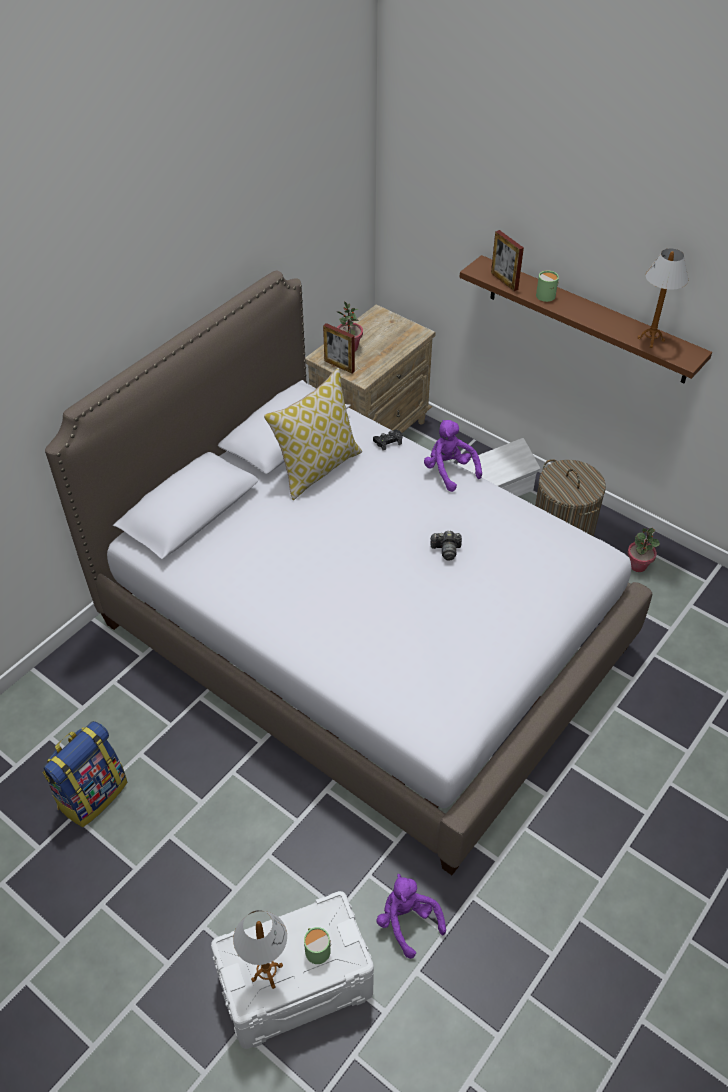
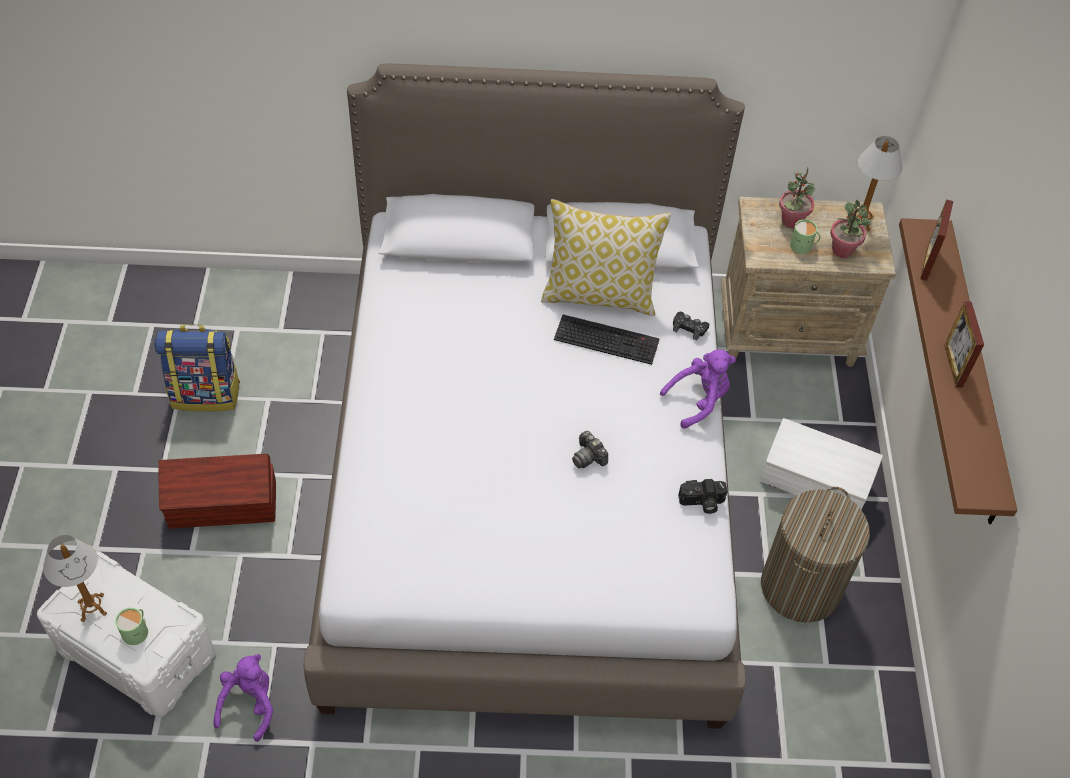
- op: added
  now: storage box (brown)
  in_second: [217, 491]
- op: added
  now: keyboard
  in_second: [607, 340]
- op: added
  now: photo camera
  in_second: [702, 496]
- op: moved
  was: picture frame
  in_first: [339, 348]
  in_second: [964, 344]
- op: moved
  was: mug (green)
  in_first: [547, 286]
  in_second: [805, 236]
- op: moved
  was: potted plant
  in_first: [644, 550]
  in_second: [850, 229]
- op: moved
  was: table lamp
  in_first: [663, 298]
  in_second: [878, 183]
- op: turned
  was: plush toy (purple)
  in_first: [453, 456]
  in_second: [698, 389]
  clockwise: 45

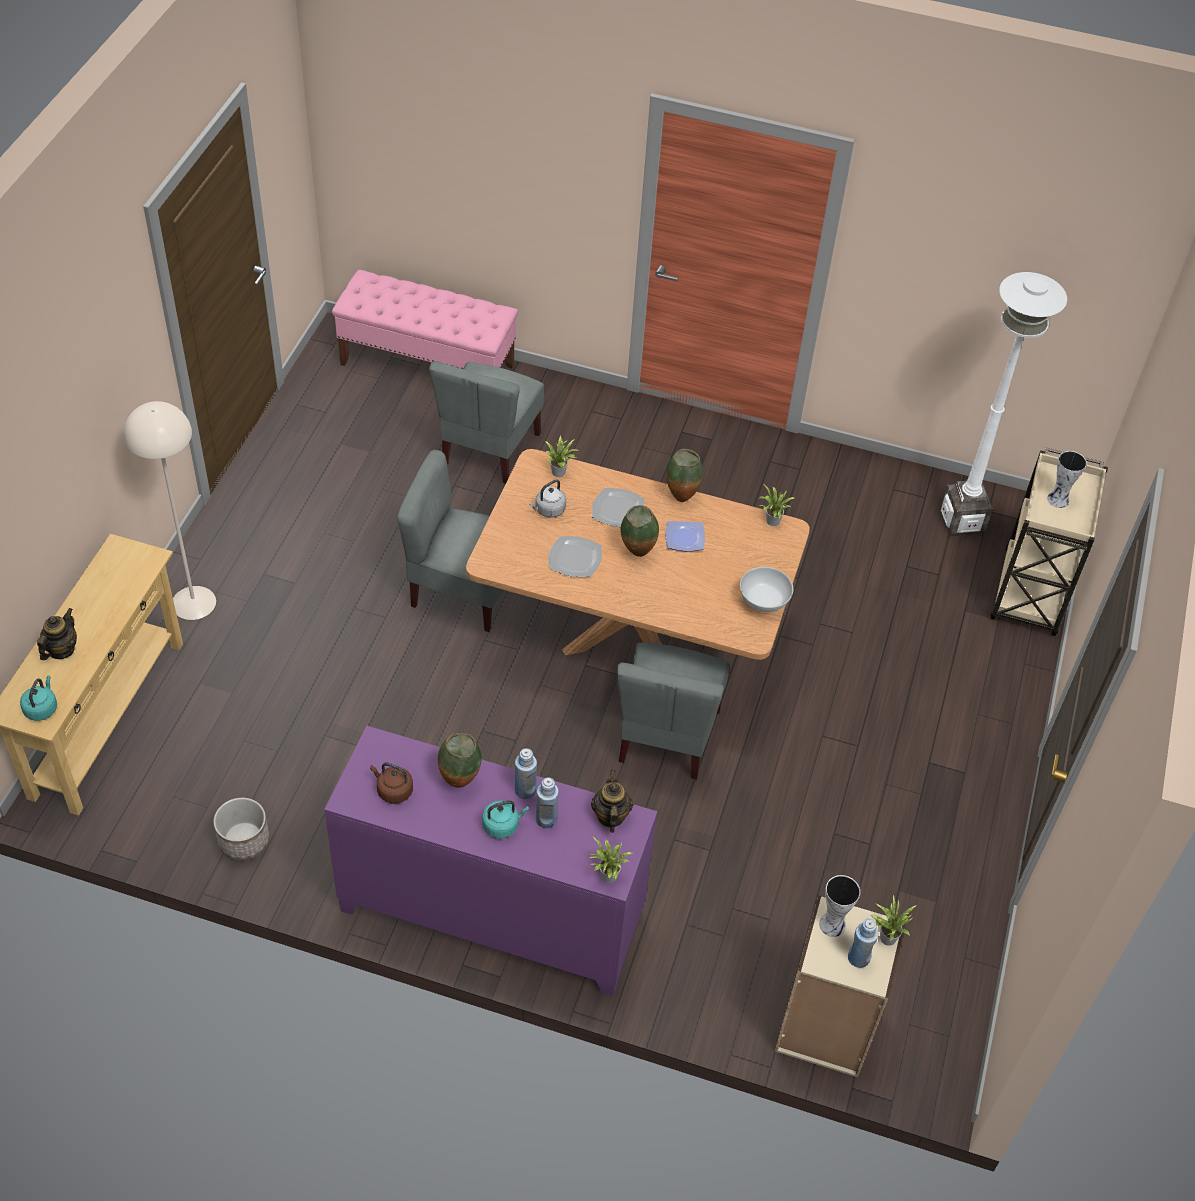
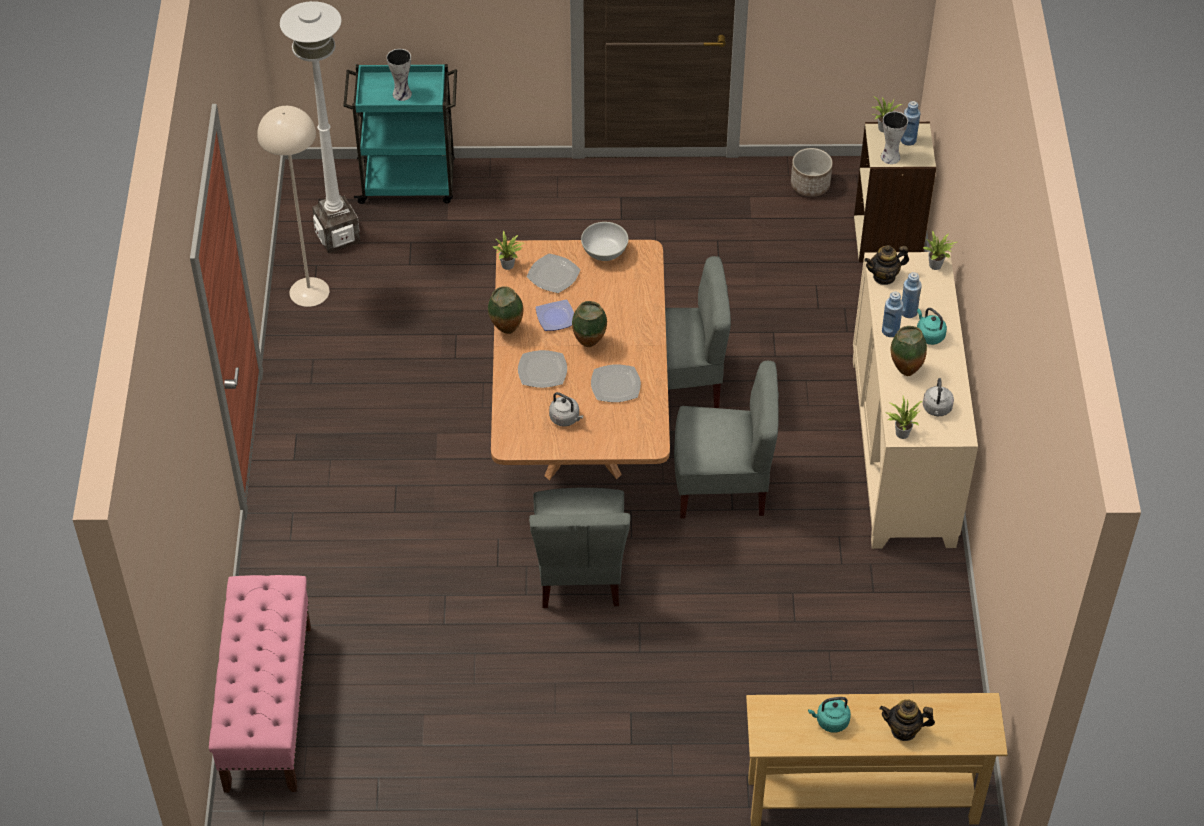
- op: added
  now: plate
  in_second: [554, 273]
- op: moved
  was: kettle (turquoise)
  in_first: [38, 698]
  in_second: [829, 715]
- op: moved
  was: floor lamp (beige)
  in_first: [170, 510]
  in_second: [293, 206]
- op: moved
  was: planter
  in_first: [241, 829]
  in_second: [812, 172]
- op: moved
  was: chair (grey)
  in_first: [486, 422]
  in_second: [726, 440]
- op: moved
  was: potted plant
  in_first: [561, 456]
  in_second: [904, 417]
- op: recoloured
  was: cabinet (purple)
  now: cabinet (beige)
  in_first: [490, 861]
  in_second: [915, 400]
- op: recoloured
  was: kettle (brown)
  now: kettle (grey)
  in_first: [391, 783]
  in_second: [938, 397]
- op: recoloured
  was: cart (beige)
  now: cart (turquoise)
  in_first: [1049, 541]
  in_second: [400, 134]

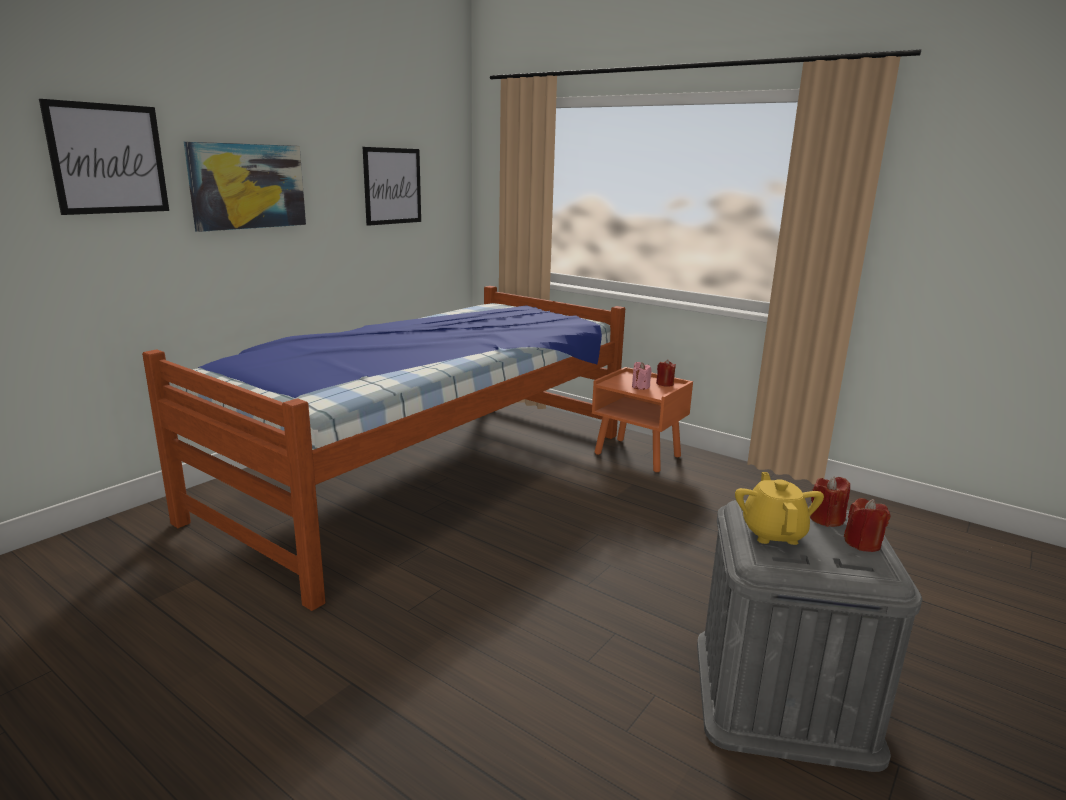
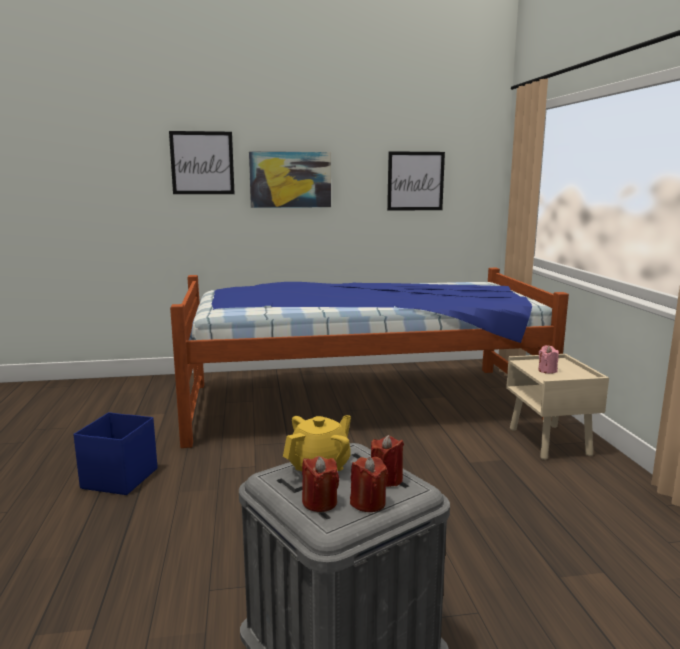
- op: added
  now: storage box (blue)
  in_second: [115, 453]
- op: moved
  was: candle (red)
  in_first: [666, 373]
  in_second: [320, 484]
- op: recoloured
  was: nightstand (orange)
  now: nightstand (beige)
  in_first: [642, 419]
  in_second: [557, 407]

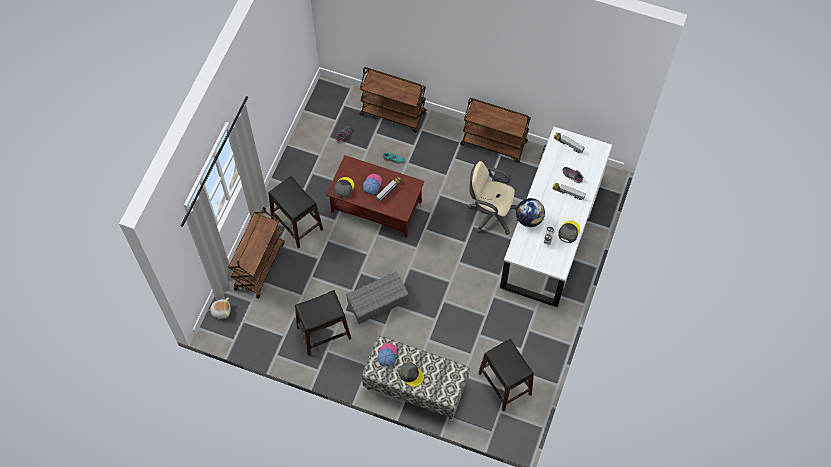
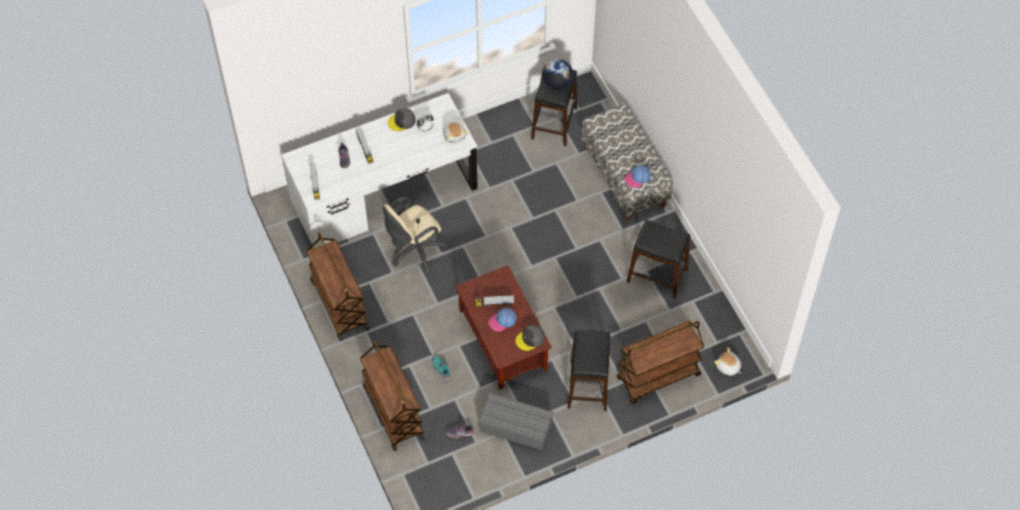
- op: removed
  was: cap (grey)
  in_first: [411, 374]
- op: added
  now: plush toy
  in_second: [455, 132]
- op: moved
  was: storage box (grey)
  in_first: [377, 297]
  in_second: [516, 421]
- op: moved
  was: globe
  in_first: [530, 212]
  in_second: [557, 74]
- op: turned
  was: office chair (beige)
  in_first: [492, 198]
  in_second: [416, 235]
  clockwise: 75

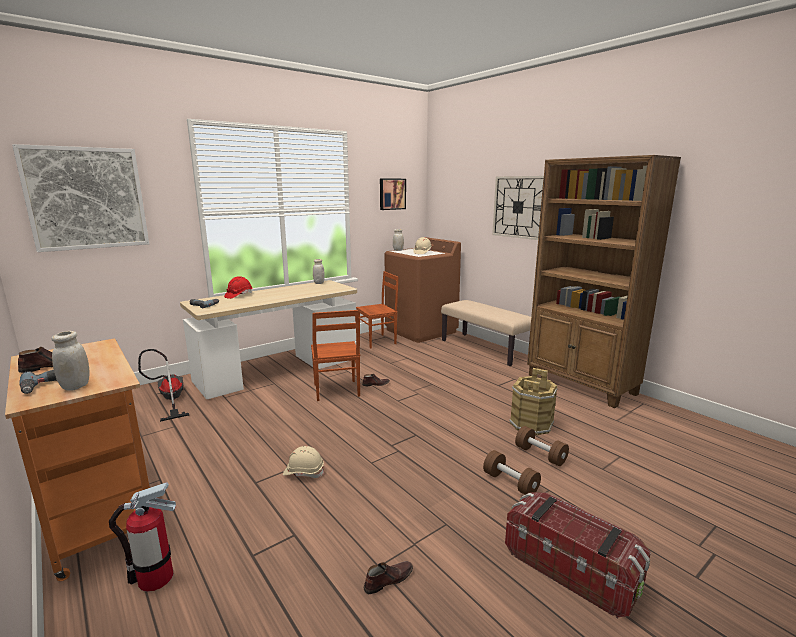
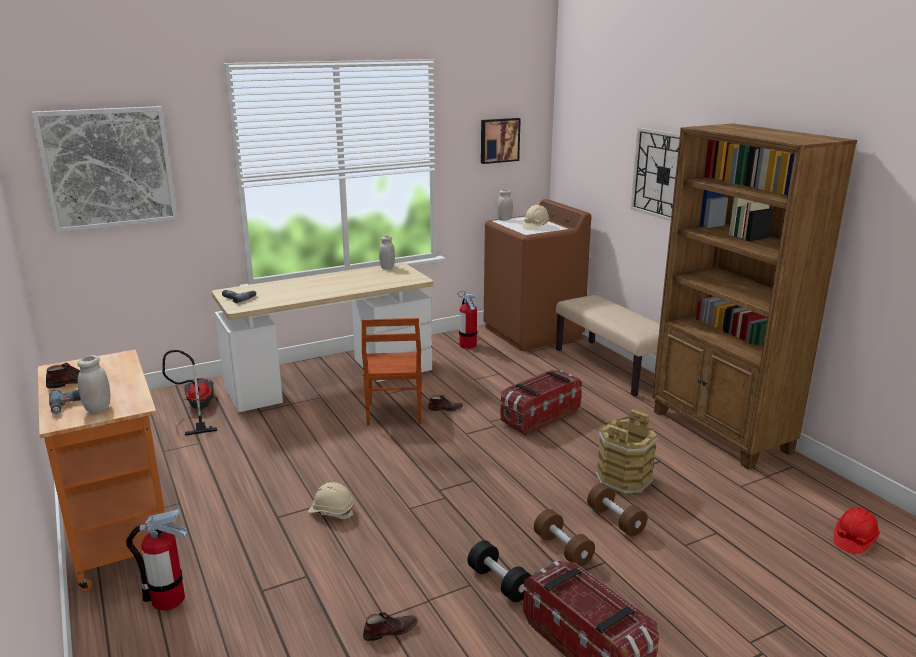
- op: added
  now: dumbbell (black)
  in_second: [500, 571]
- op: added
  now: storage box
  in_second: [541, 403]
- op: moved
  was: hard hat (red)
  in_first: [238, 287]
  in_second: [856, 530]
- op: replaced
  was: chair (brown)
  now: fire extinguisher
  in_first: [377, 310]
  in_second: [467, 320]

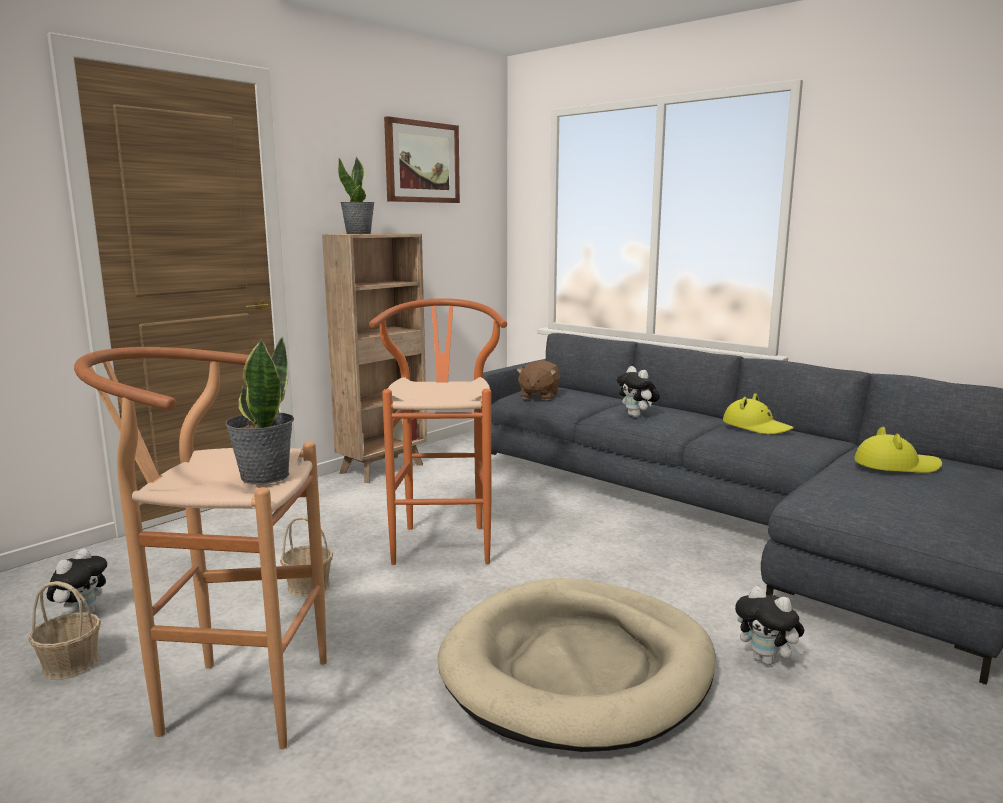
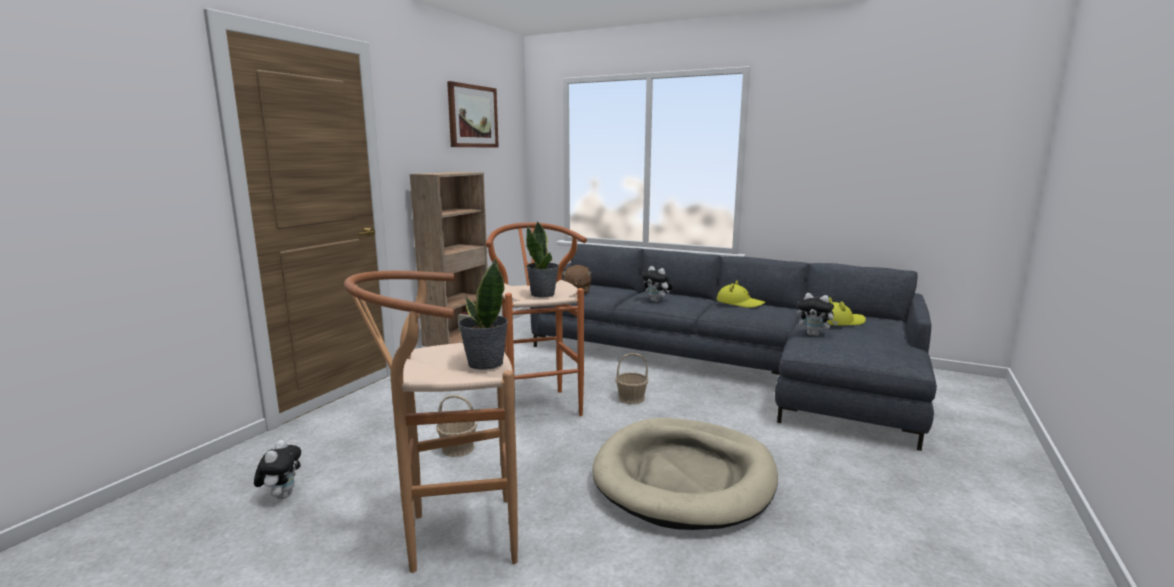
- op: moved
  was: basket
  in_first: [64, 630]
  in_second: [632, 378]
- op: moved
  was: potted plant
  in_first: [356, 195]
  in_second: [542, 259]
- op: moved
  was: plush toy
  in_first: [770, 625]
  in_second: [817, 314]

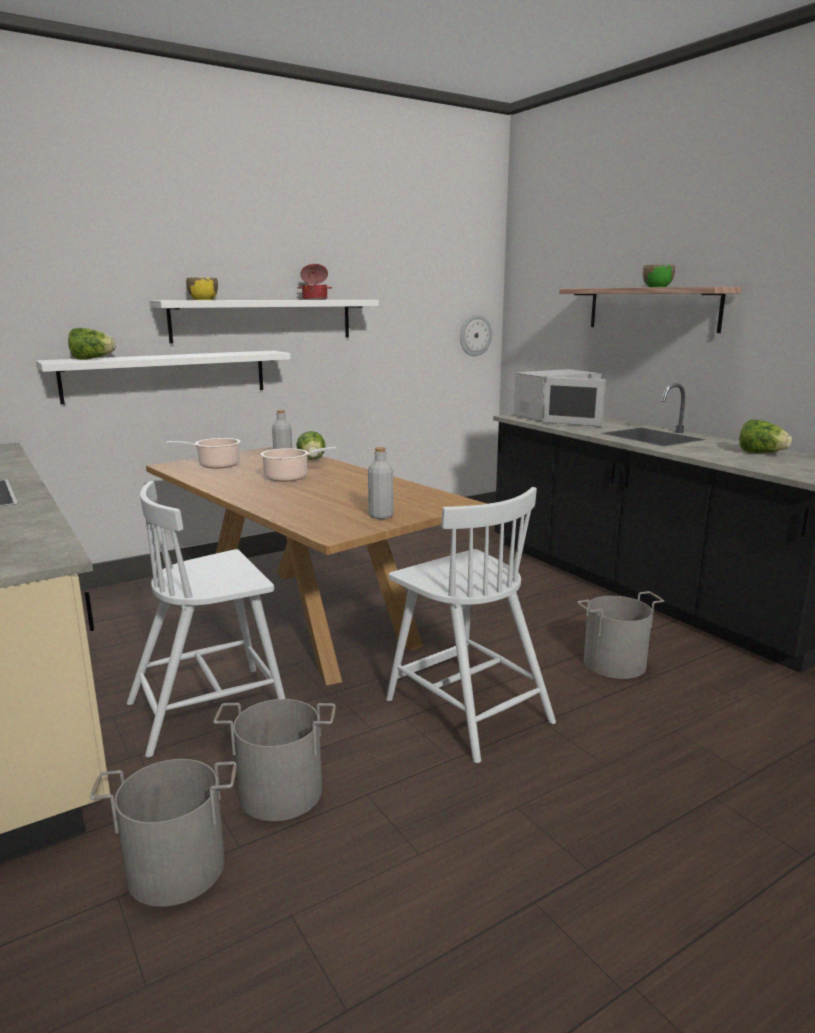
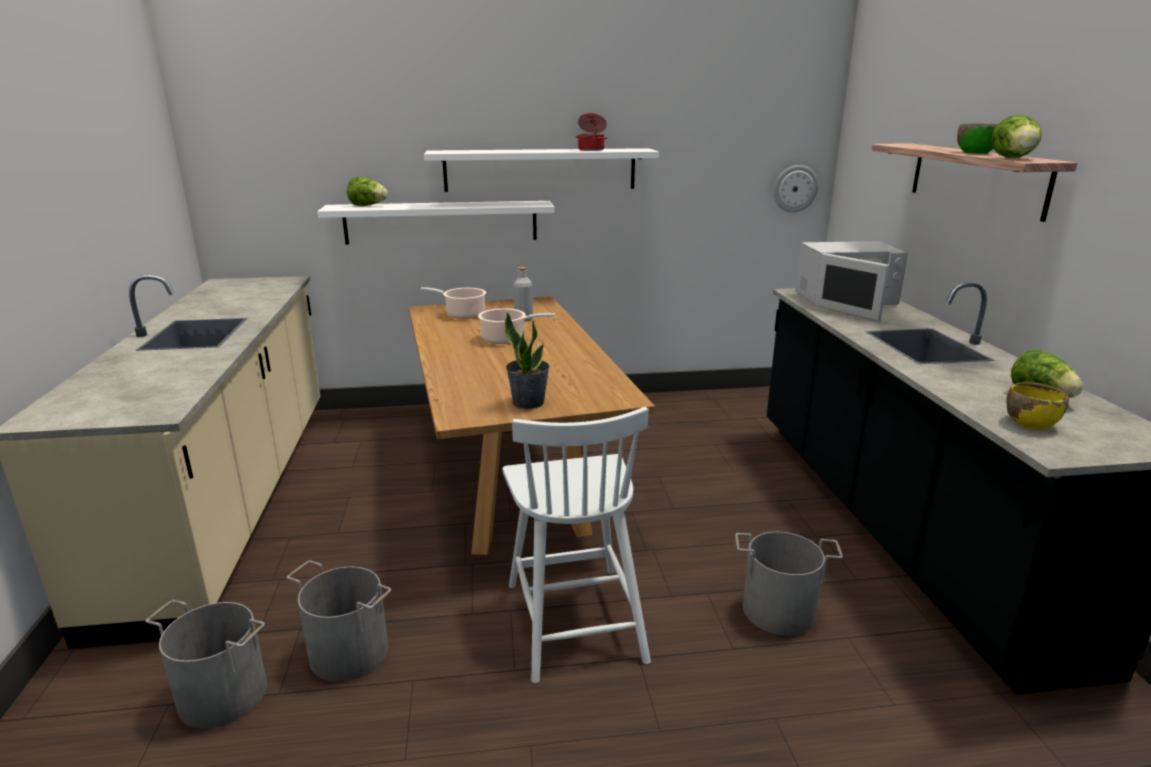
- op: removed
  was: chair (white)
  in_first: [206, 619]
- op: moved
  was: bowl (yellow)
  in_first: [202, 289]
  in_second: [1037, 406]
- op: moved
  was: lettuce
  in_first: [311, 445]
  in_second: [1016, 136]
- op: replaced
  was: bottle (grey)
  now: potted plant
  in_first: [380, 483]
  in_second: [527, 361]

